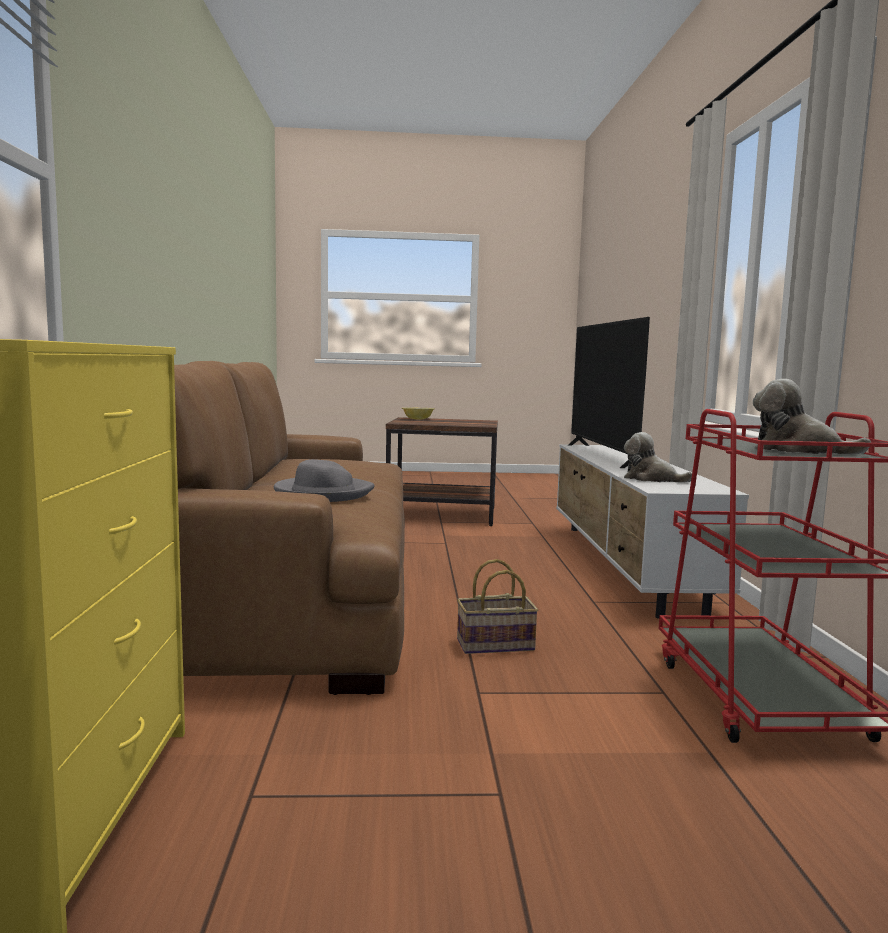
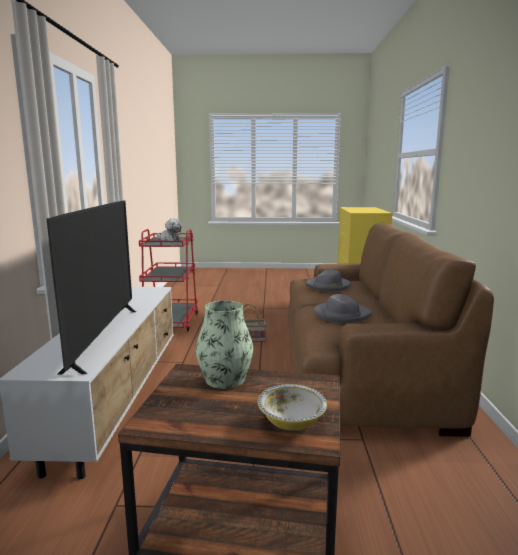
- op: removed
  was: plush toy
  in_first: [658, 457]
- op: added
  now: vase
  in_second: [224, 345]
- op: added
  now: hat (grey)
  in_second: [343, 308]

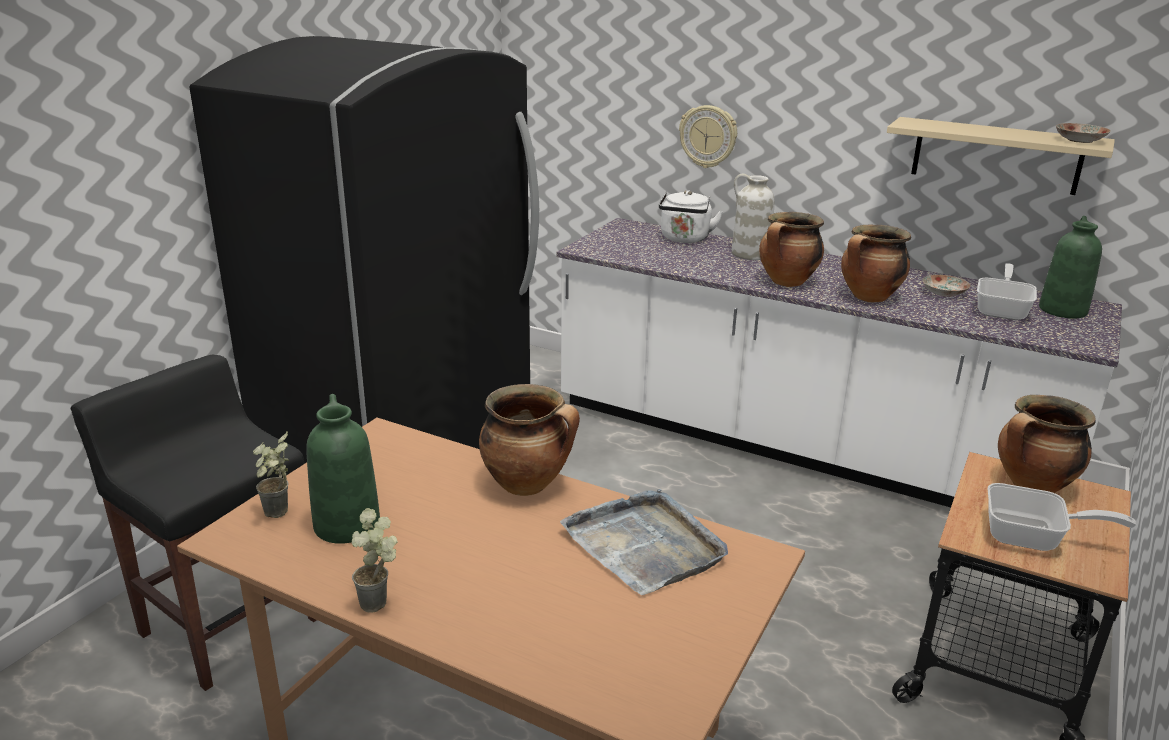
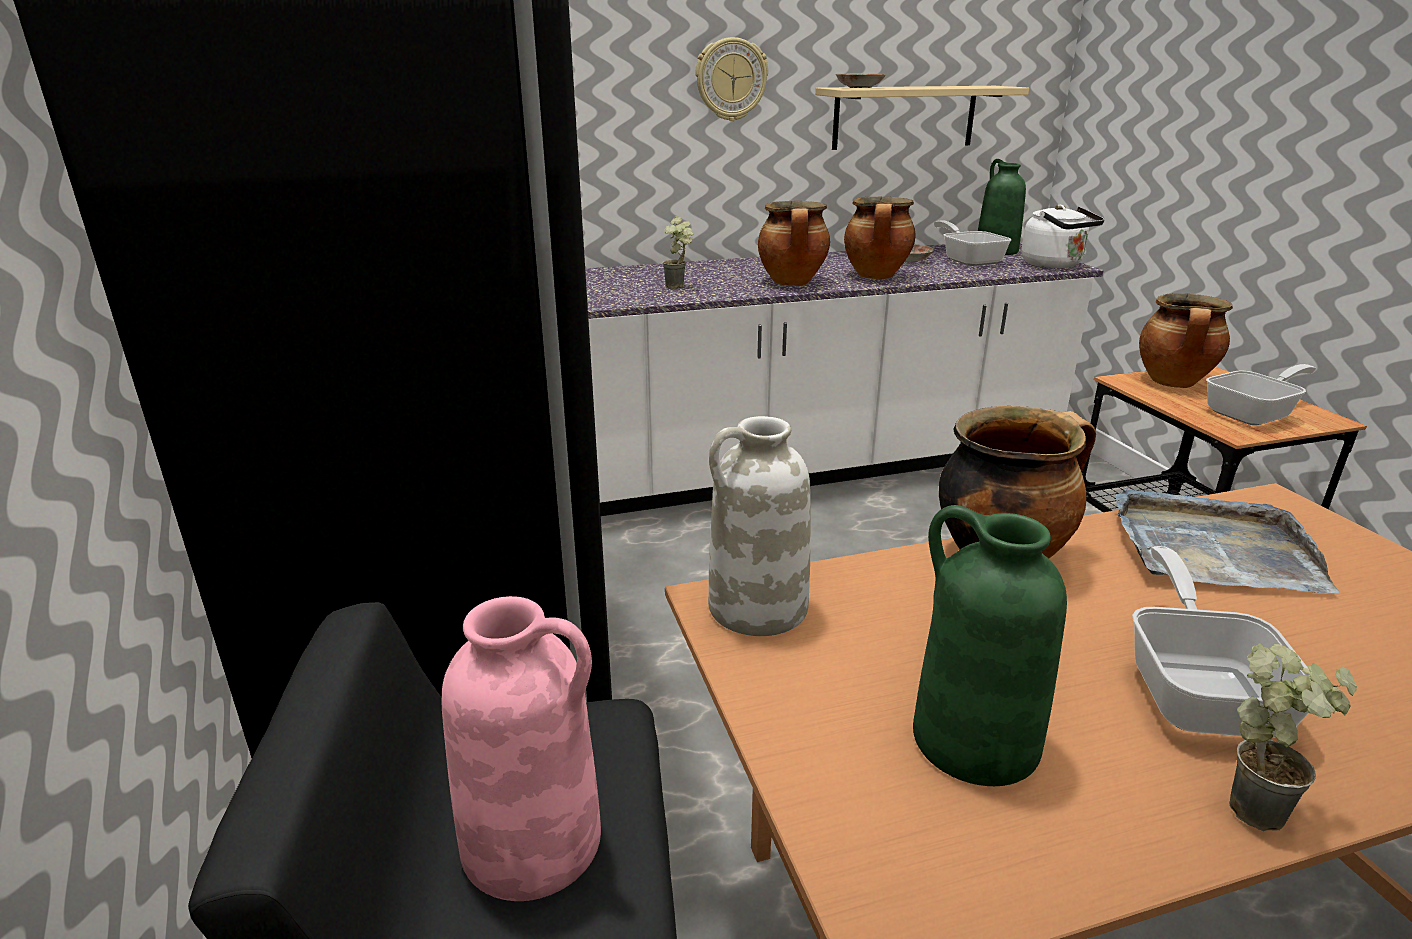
- op: added
  now: vase (pink)
  in_second: [521, 748]
- op: added
  now: frying pan
  in_second: [1220, 642]
- op: moved
  was: potted plant
  in_first: [271, 474]
  in_second: [678, 252]
- op: moved
  was: kettle (white)
  in_first: [691, 216]
  in_second: [1063, 236]
- op: moved
  was: wall clock
  in_first: [708, 136]
  in_second: [731, 79]
- op: moved
  was: vase (white)
  in_first: [753, 217]
  in_second: [759, 526]
- op: moved
  was: plate
  in_first: [1083, 133]
  in_second: [861, 81]

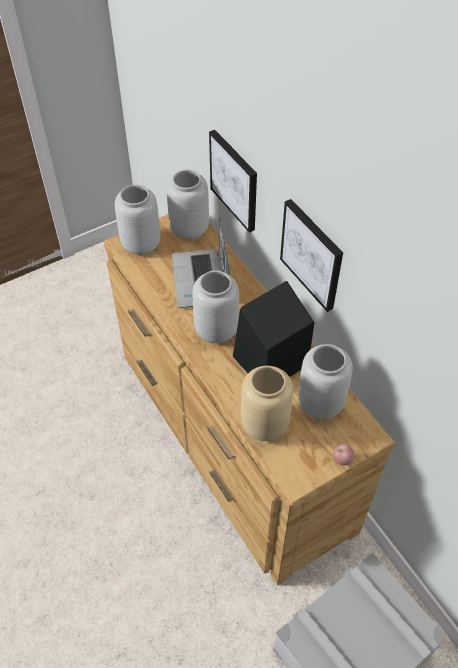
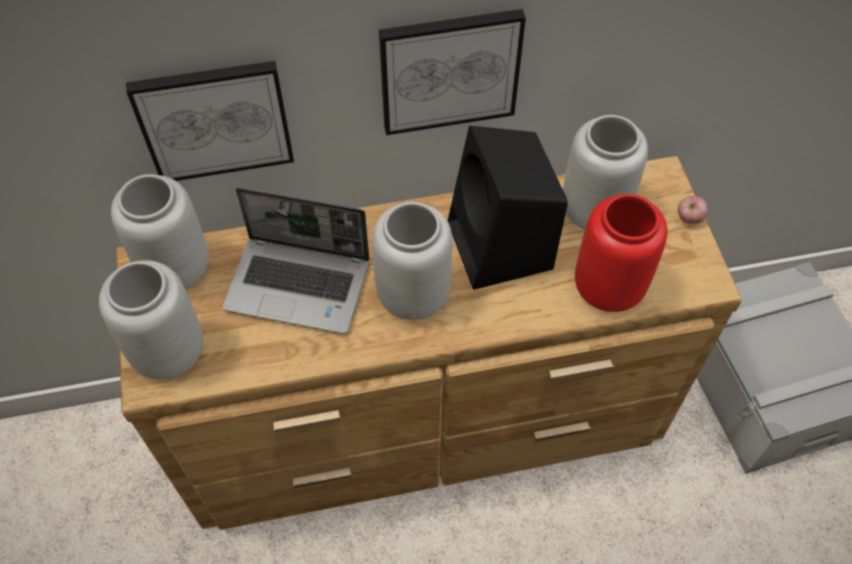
- op: recoloured
  was: vase (beige)
  now: vase (red)
  in_first: [267, 403]
  in_second: [621, 253]

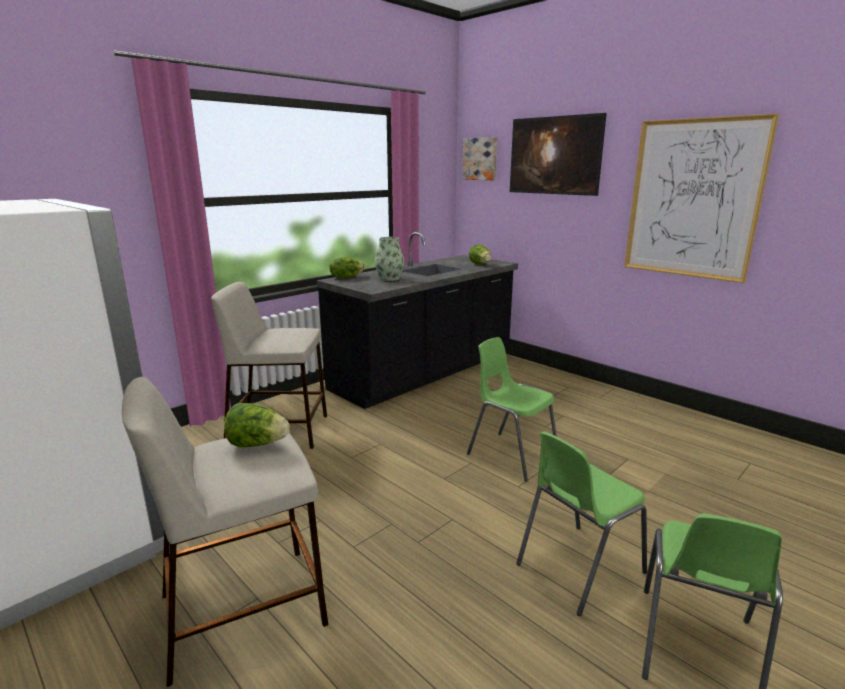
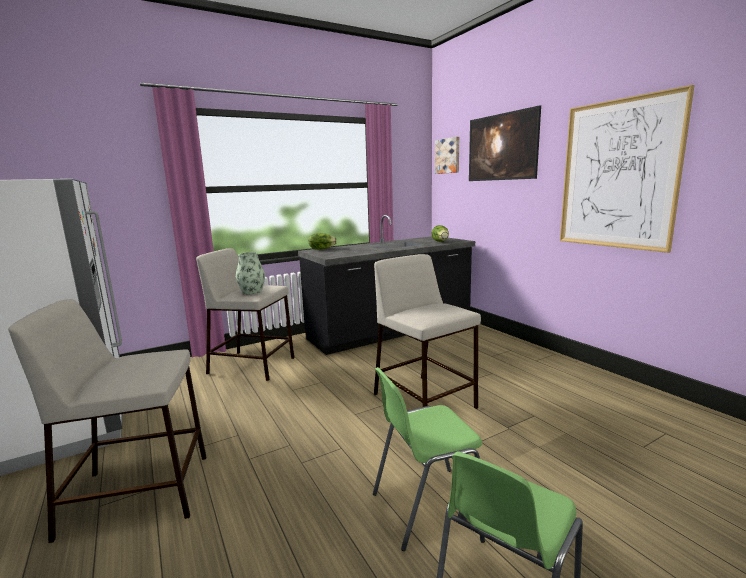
- op: removed
  was: lettuce
  in_first: [257, 425]
- op: moved
  was: vase
  in_first: [389, 259]
  in_second: [250, 273]
- op: replaced
  was: chair (green)
  now: stool (beige)
  in_first: [512, 409]
  in_second: [427, 331]

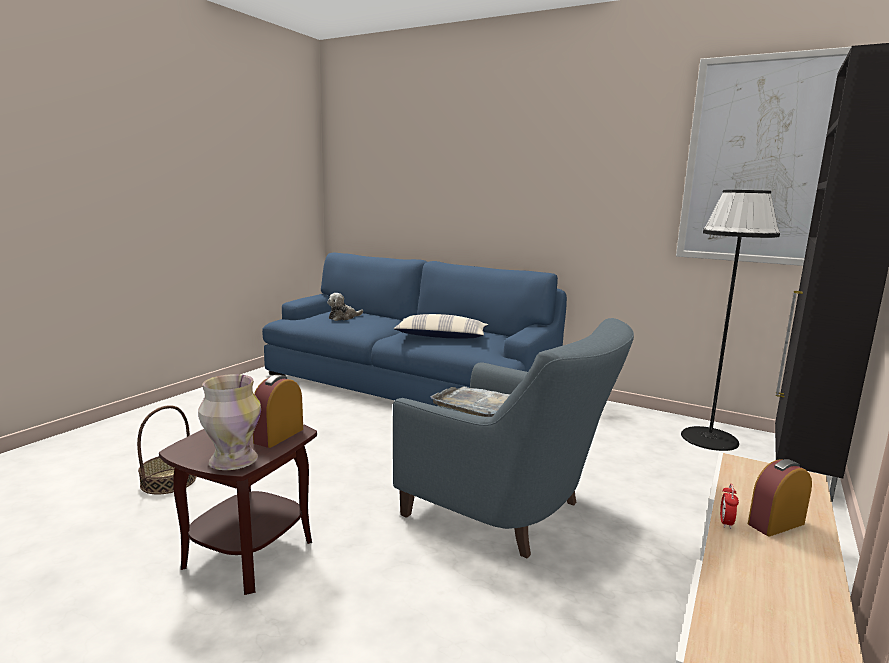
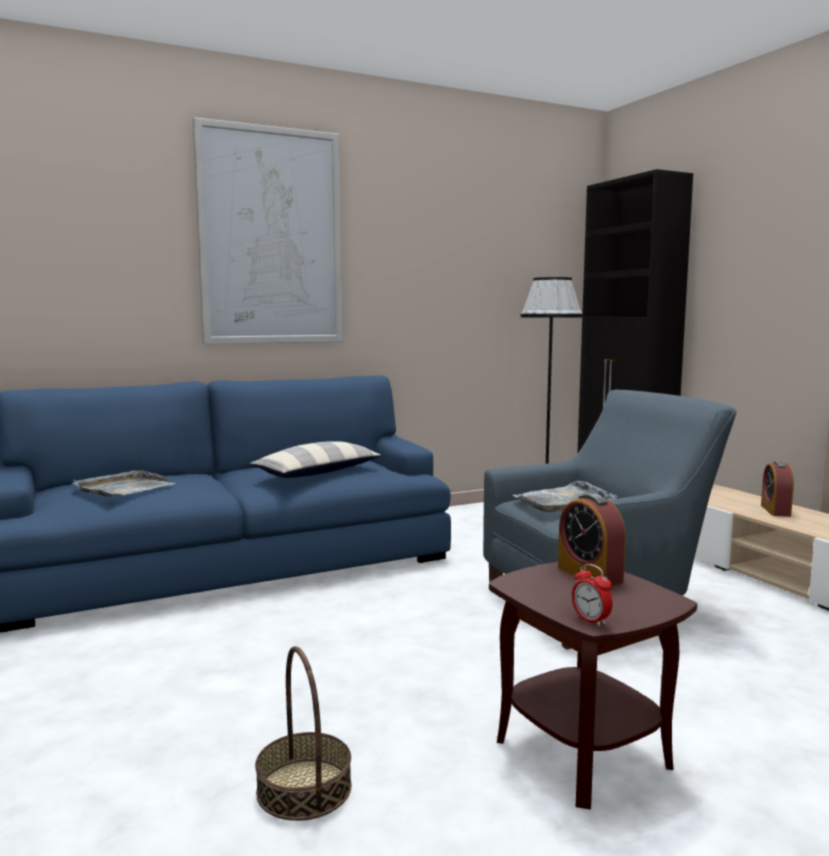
- op: removed
  was: vase
  in_first: [229, 422]
- op: moved
  was: picture
  in_first: [763, 156]
  in_second: [267, 230]
- op: moved
  was: alarm clock
  in_first: [729, 506]
  in_second: [592, 595]
- op: replaced
  was: plush toy
  now: tray (grey)
  in_first: [345, 307]
  in_second: [124, 484]

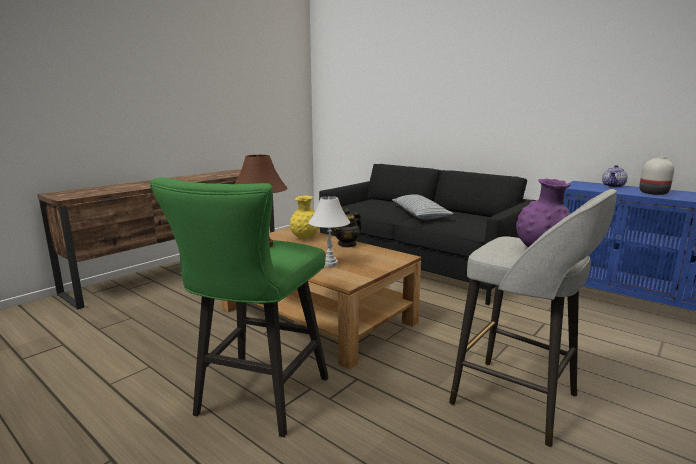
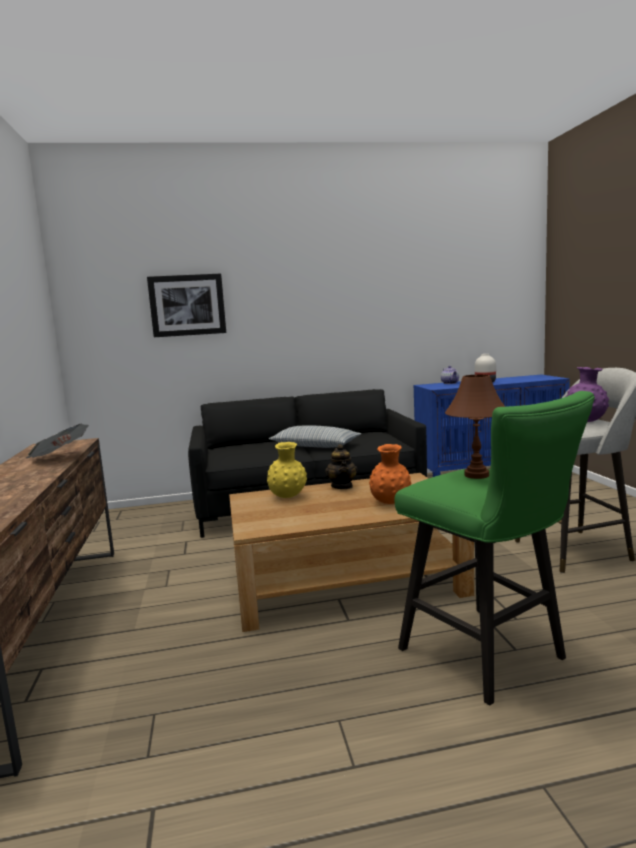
- op: added
  now: newspaper
  in_second: [57, 440]
- op: added
  now: picture
  in_second: [186, 305]
- op: replaced
  was: table lamp (white)
  now: vase (orange)
  in_first: [329, 231]
  in_second: [390, 474]

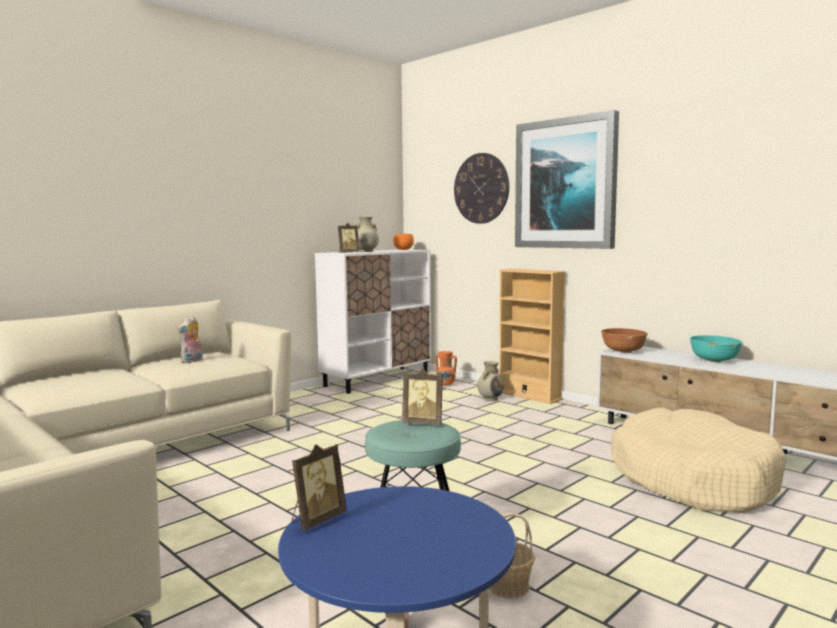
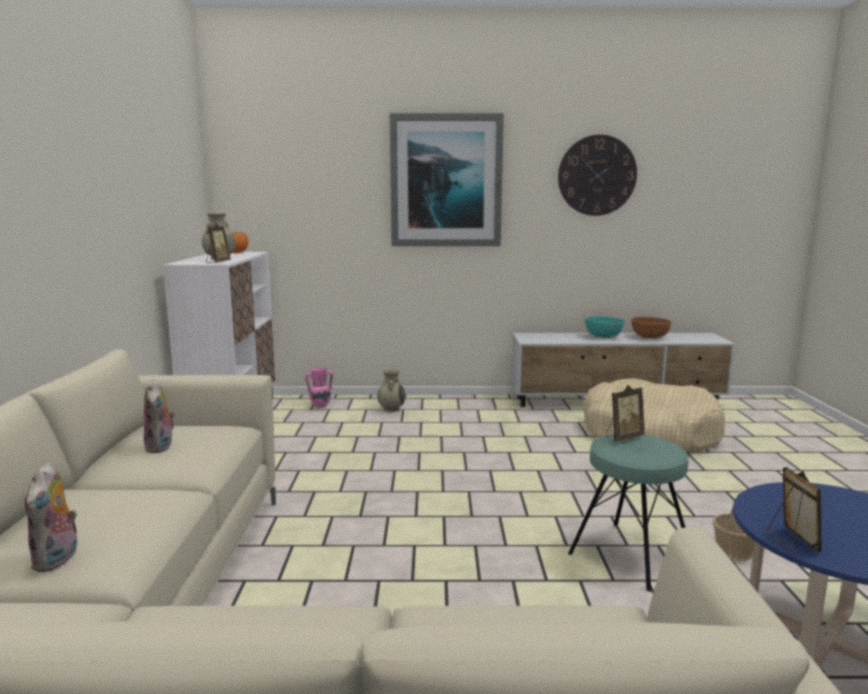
- op: removed
  was: bookcase (beige)
  in_first: [532, 336]
- op: added
  now: plush toy
  in_second: [51, 517]
- op: moved
  was: wall clock
  in_first: [481, 188]
  in_second: [597, 175]
- op: moved
  was: bowl (brown)
  in_first: [624, 340]
  in_second: [651, 328]
- op: recoloured
  was: vase (orange)
  now: vase (pink)
  in_first: [446, 368]
  in_second: [319, 387]

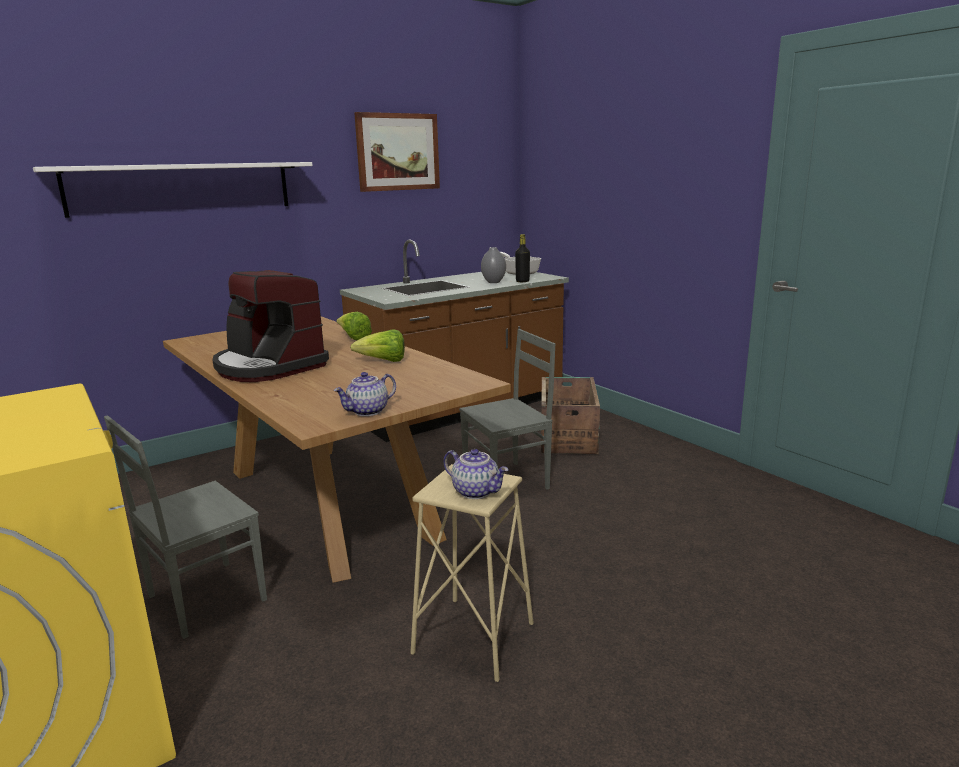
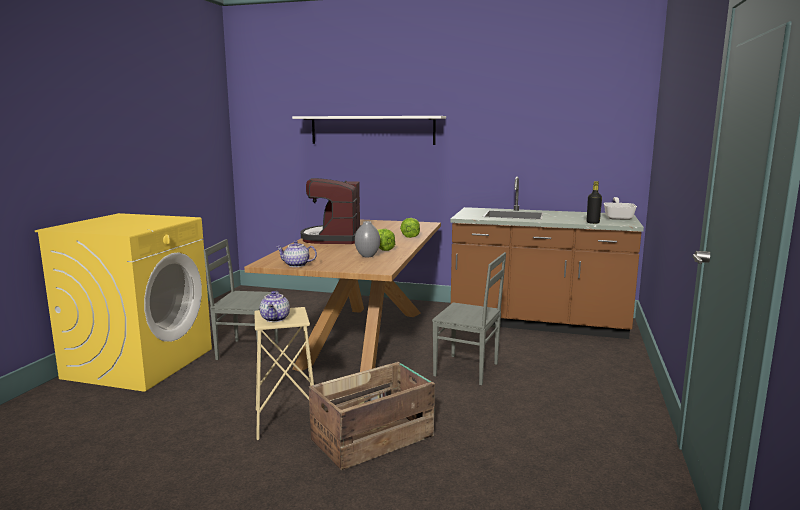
- op: removed
  was: picture
  in_first: [397, 152]
- op: moved
  was: vase (grey)
  in_first: [493, 265]
  in_second: [367, 239]
- op: moved
  was: crate
  in_first: [570, 415]
  in_second: [372, 416]

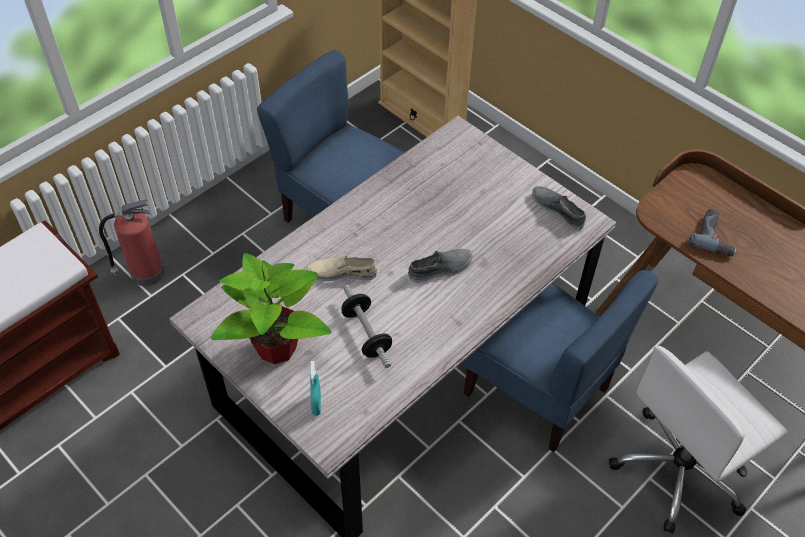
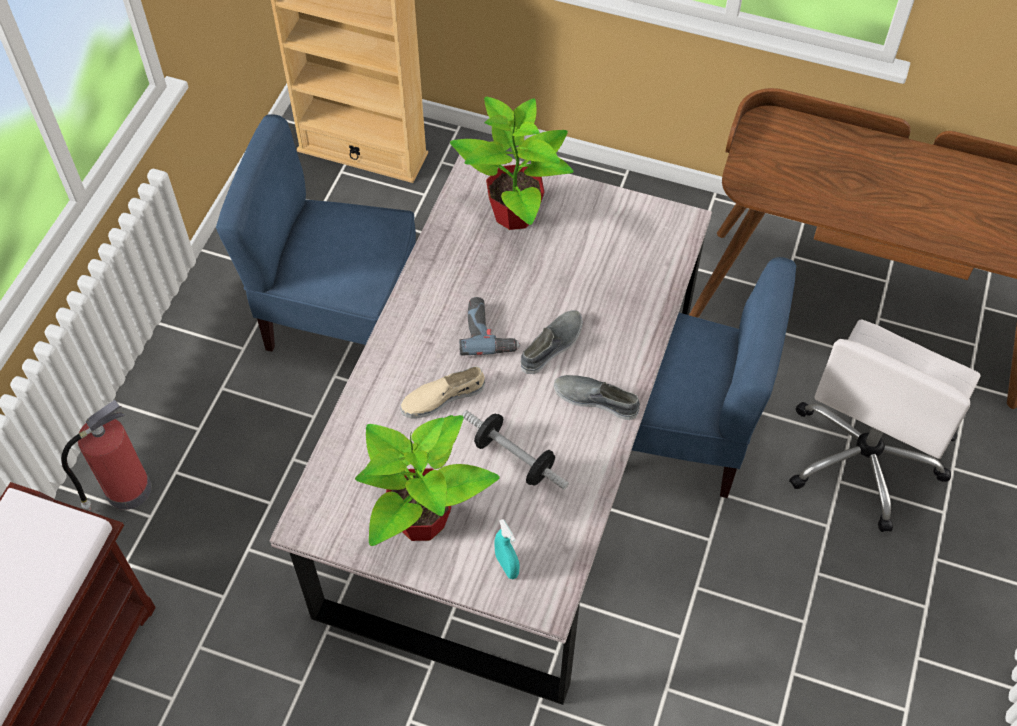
- op: added
  now: potted plant
  in_second: [512, 163]
- op: moved
  was: shoe (grey)
  in_first: [559, 208]
  in_second: [597, 397]
- op: moved
  was: power drill
  in_first: [712, 232]
  in_second: [489, 326]

